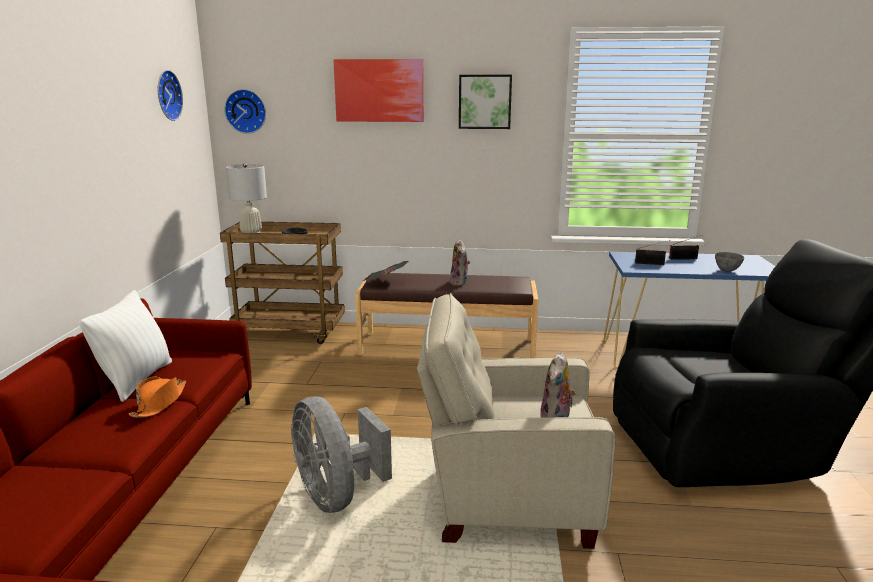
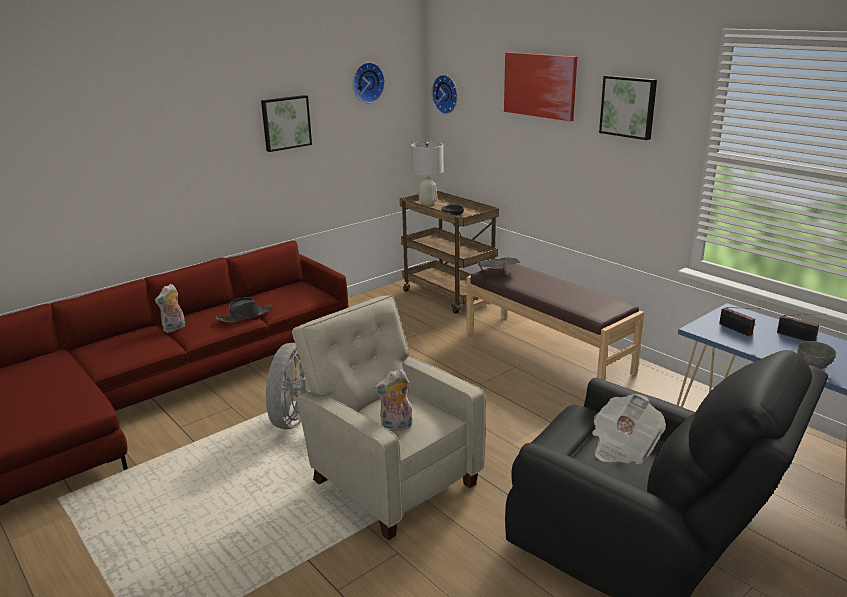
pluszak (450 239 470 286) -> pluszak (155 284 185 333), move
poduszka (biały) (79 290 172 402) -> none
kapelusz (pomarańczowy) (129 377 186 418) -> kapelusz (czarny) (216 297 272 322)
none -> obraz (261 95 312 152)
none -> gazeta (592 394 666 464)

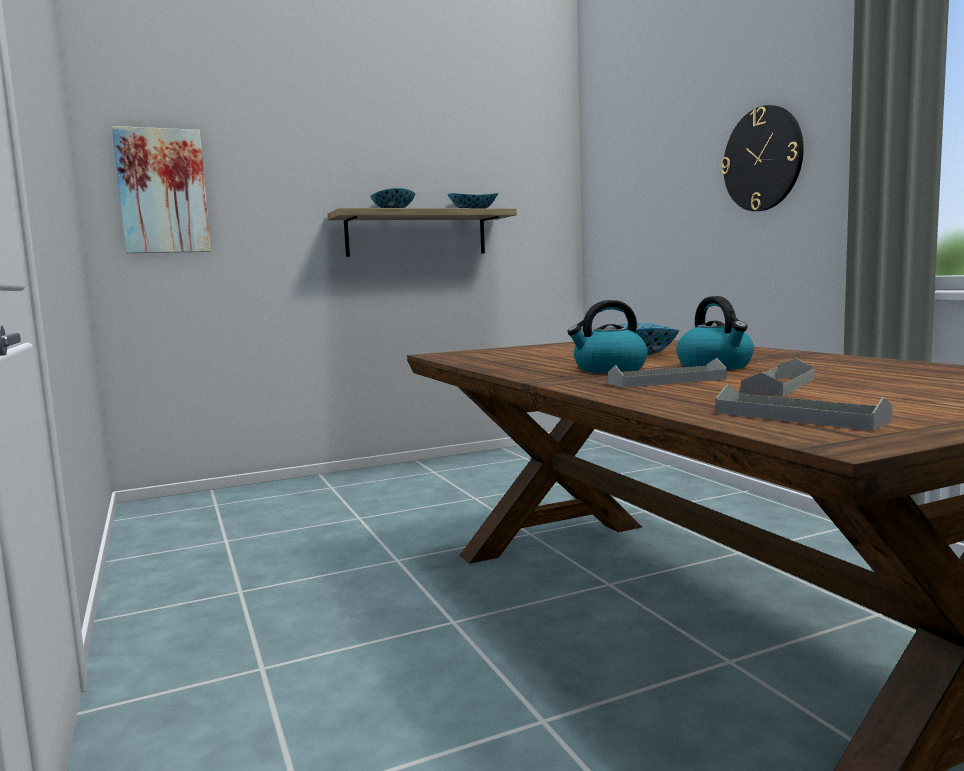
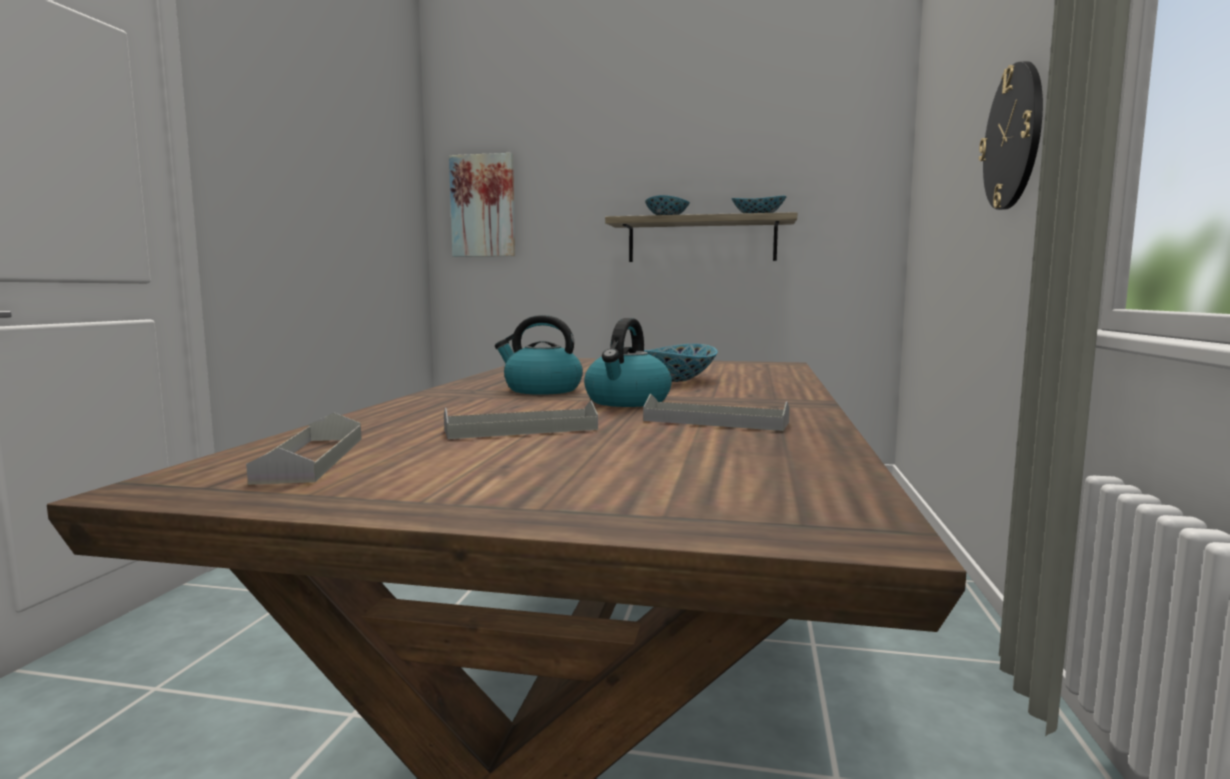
taca (szary) (608 358 727 388) -> taca (szary) (643 394 790 431), move

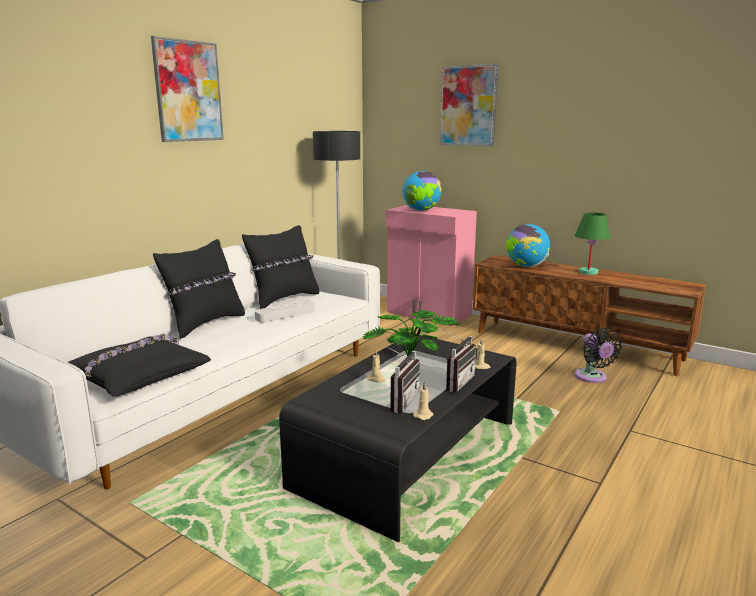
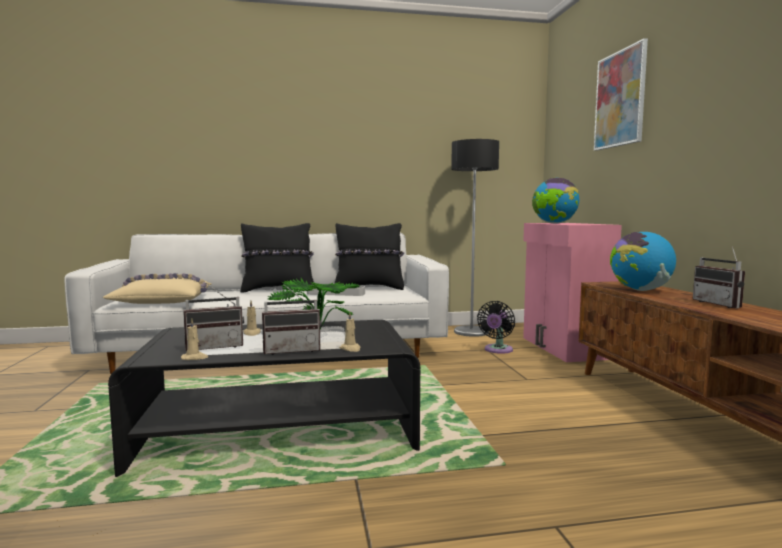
obraz (151 36 224 142) -> none
lampa stołowa (zielony) (575 212 611 275) -> radio (693 246 745 308)
wentylator (czarny) (575 328 622 383) -> wentylator (czarny) (477 301 515 354), move
poduszka (czarny) (68 334 211 397) -> poduszka (beżowy) (103 273 212 304)

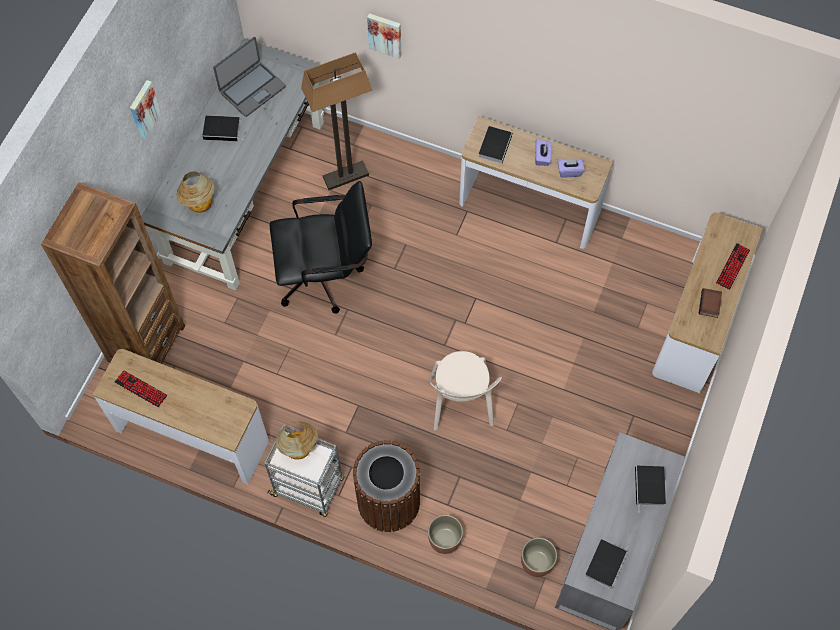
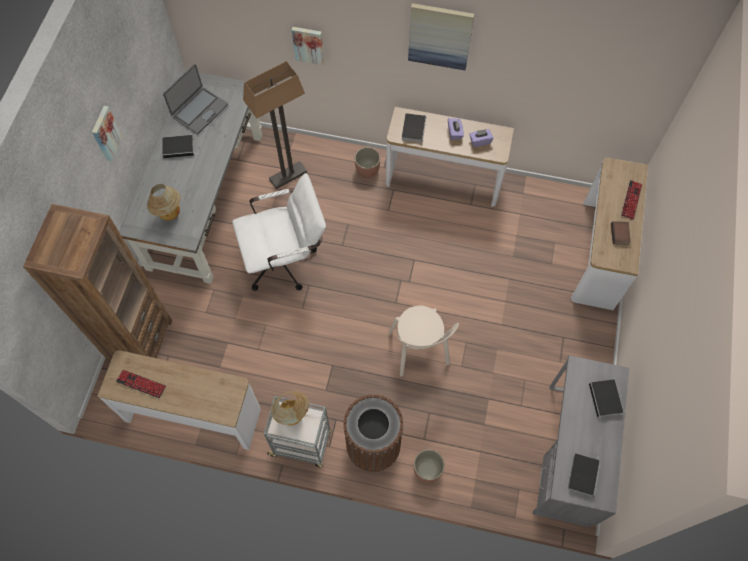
krzesło biurowe (czarny) (270 181 372 313) -> krzesło biurowe (biały) (232 173 326 291)
donica (521 538 557 577) -> donica (354 147 380 178), move
none -> obraz (408 3 474 70)

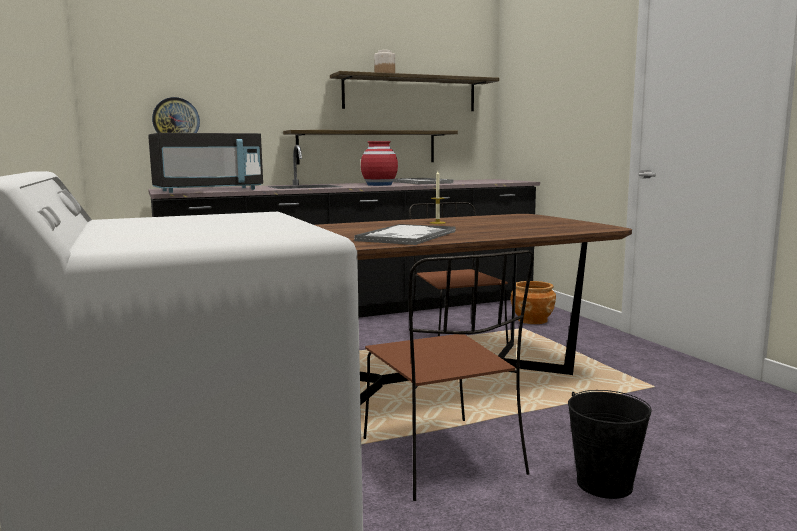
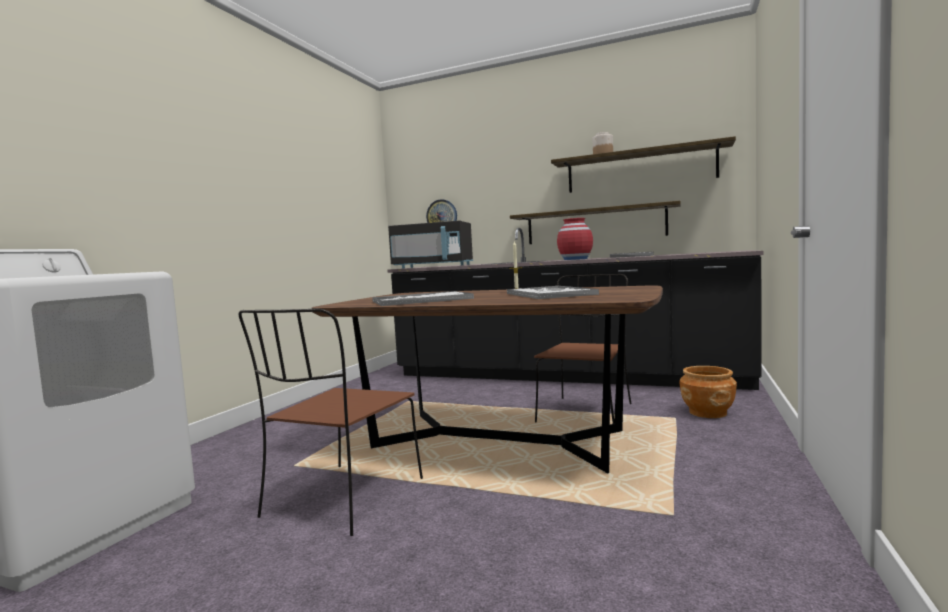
wiadro (czarny) (568 390 651 499) -> none
none -> taca (507 286 599 299)

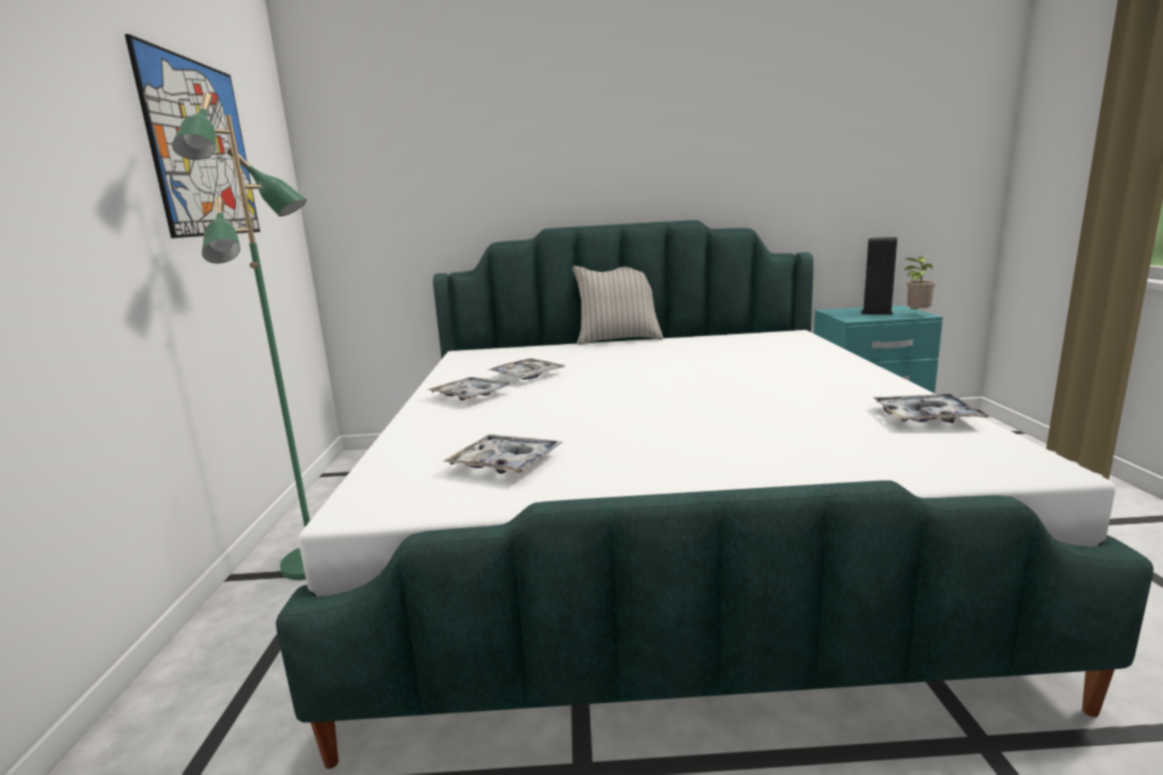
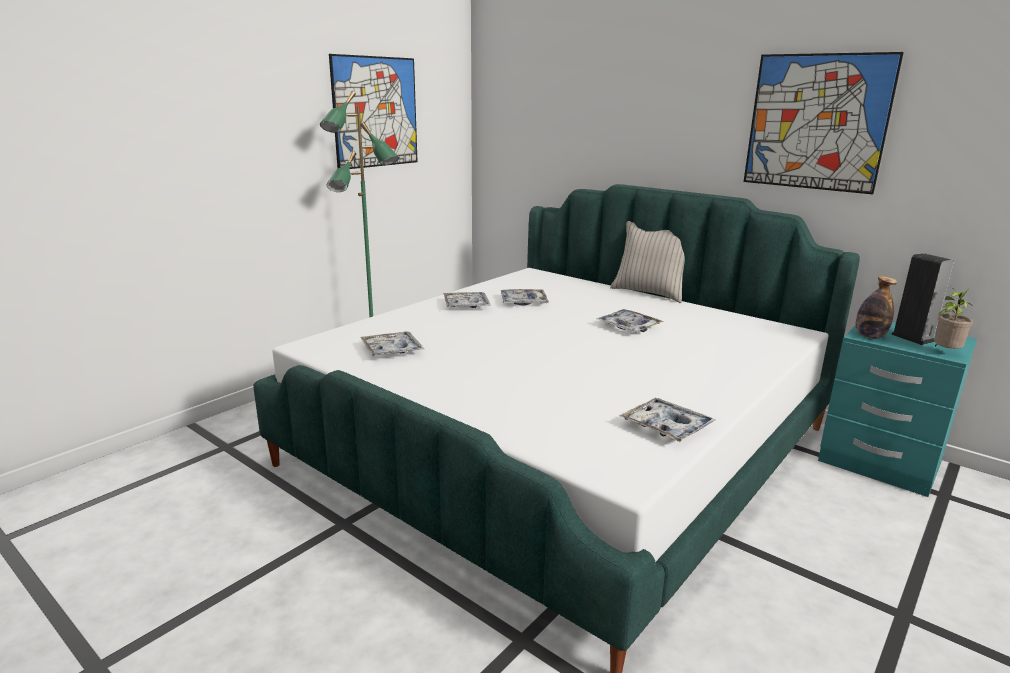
none -> obraz (744 52 904 194)
none -> butelka (856 276 898 339)
none -> taca (597 309 664 333)

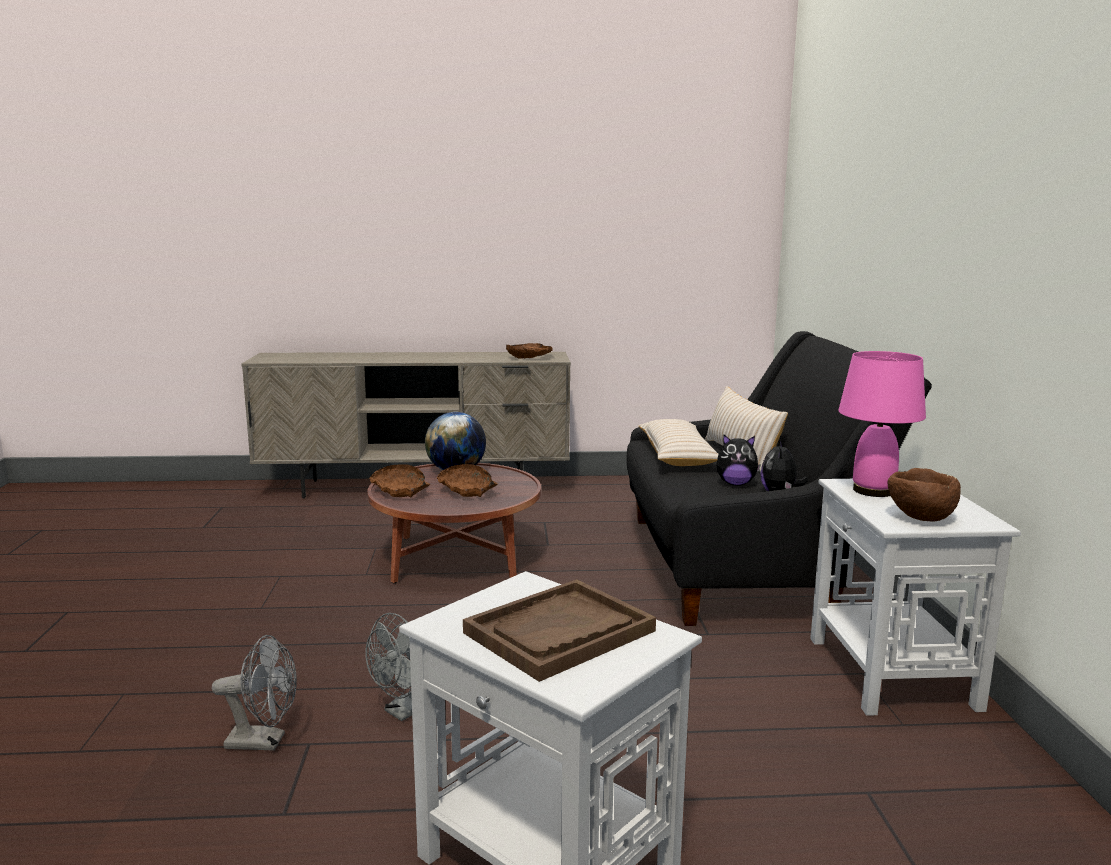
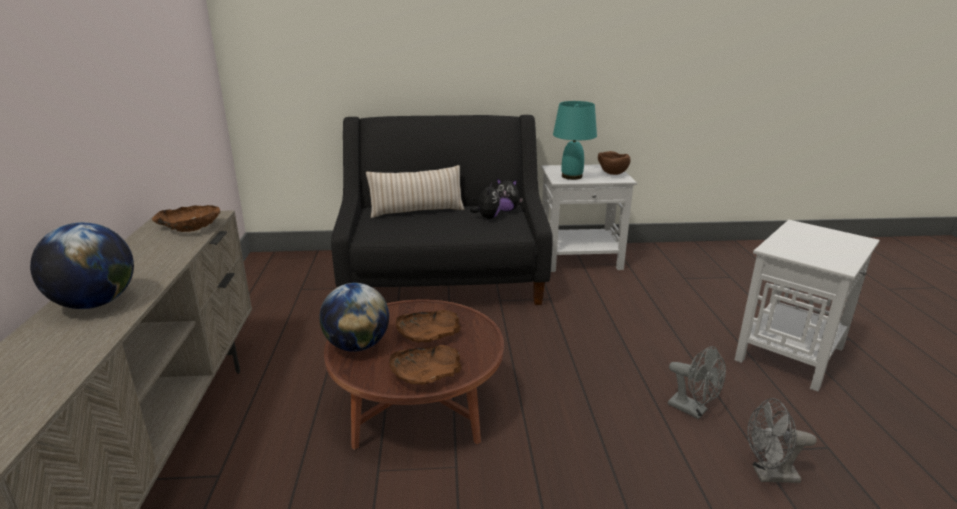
lampa stołowa (różowy) (838 351 926 497) -> lampa stołowa (turkusowy) (553 101 597 180)
poduszka (beżowy) (638 419 719 466) -> none
taca (brązowy) (463 579 656 682) -> none
wentylator (szary) (212 635 297 751) -> wentylator (szary) (747 398 816 483), 90 degrees counterclockwise
none -> globus (30 222 134 309)

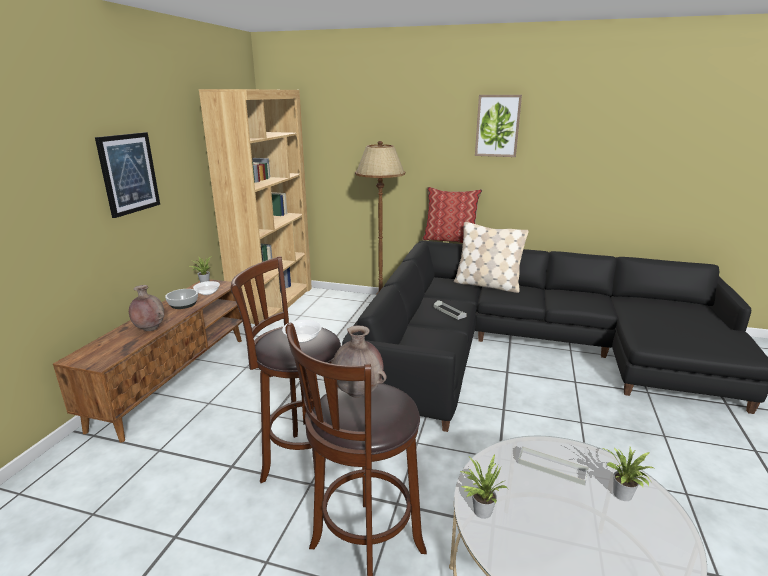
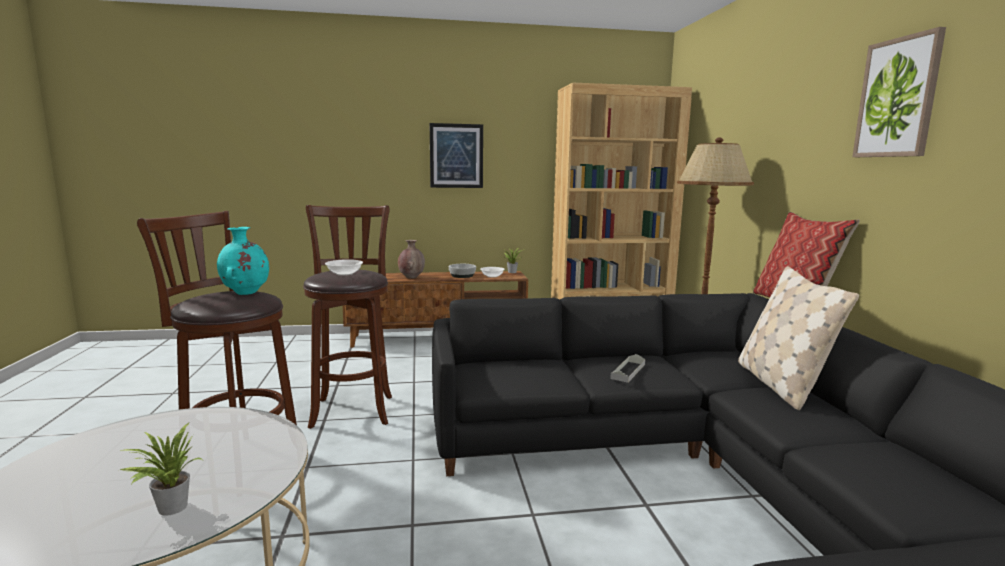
wazon (brązowy) (331 325 387 398) -> wazon (turkusowy) (217 227 269 295)
taca (szary) (518 446 589 486) -> none
roślina doniczkowa (460 454 507 519) -> none

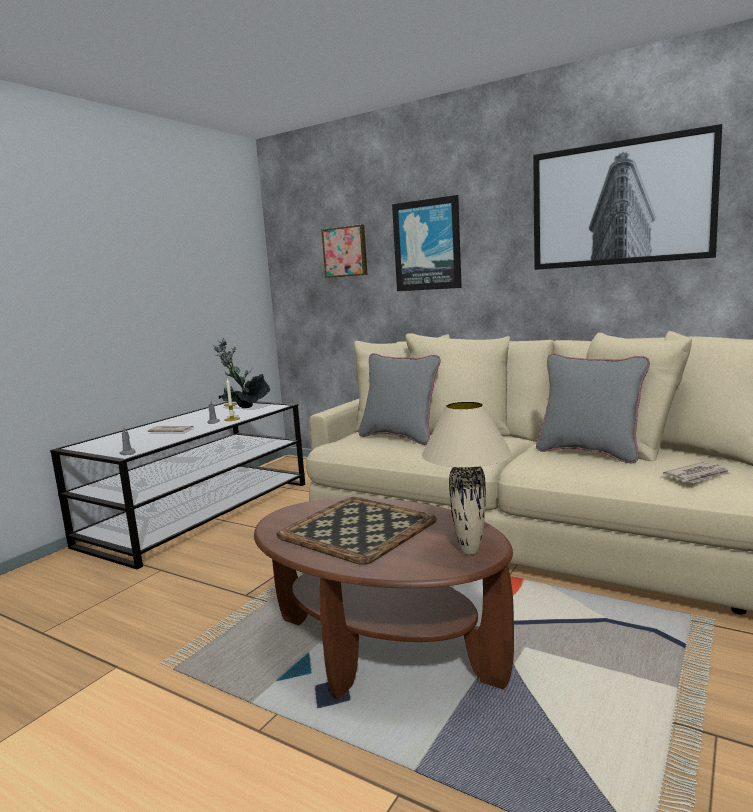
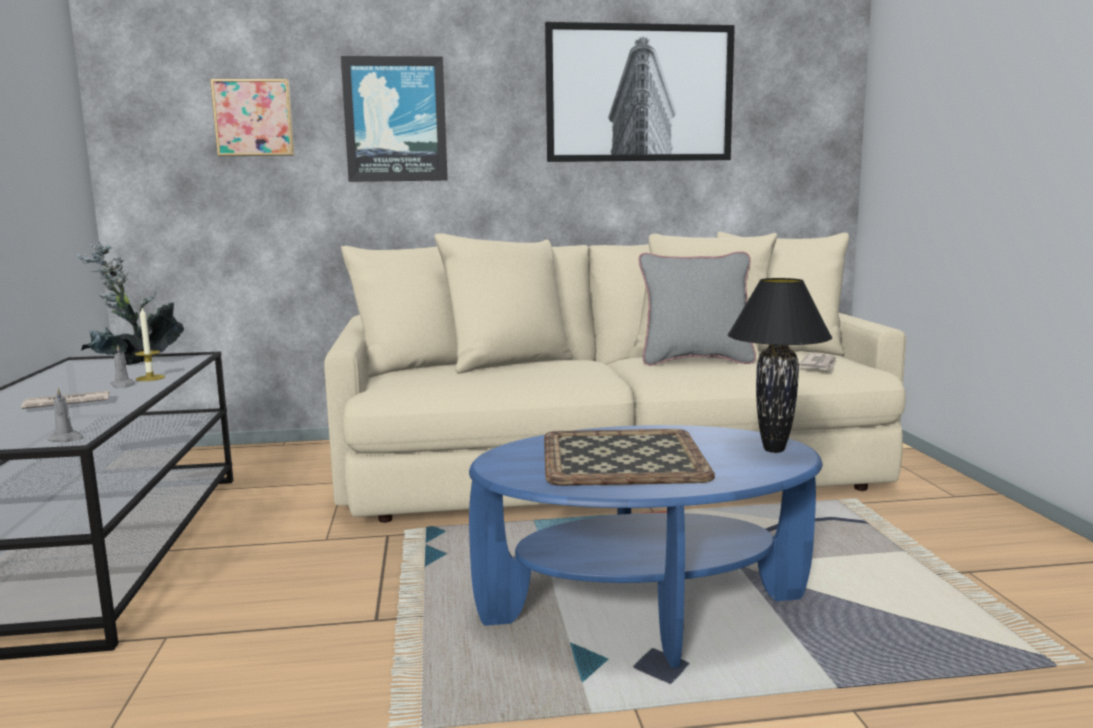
poduszka (szary) (359 353 441 445) -> none
lampa stołowa (beżowy) (421 401 512 555) -> lampa stołowa (czarny) (727 278 832 453)
ława (brązowy) (254 498 514 700) -> ława (niebieski) (469 425 823 668)

